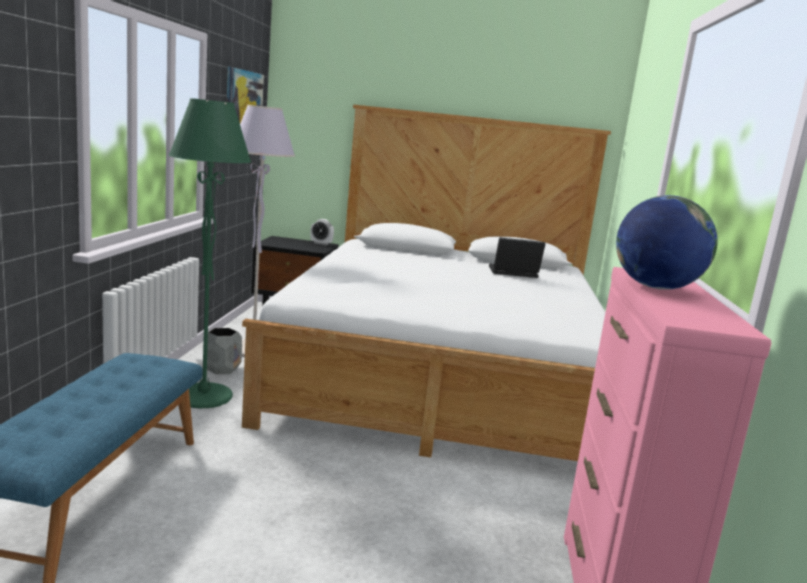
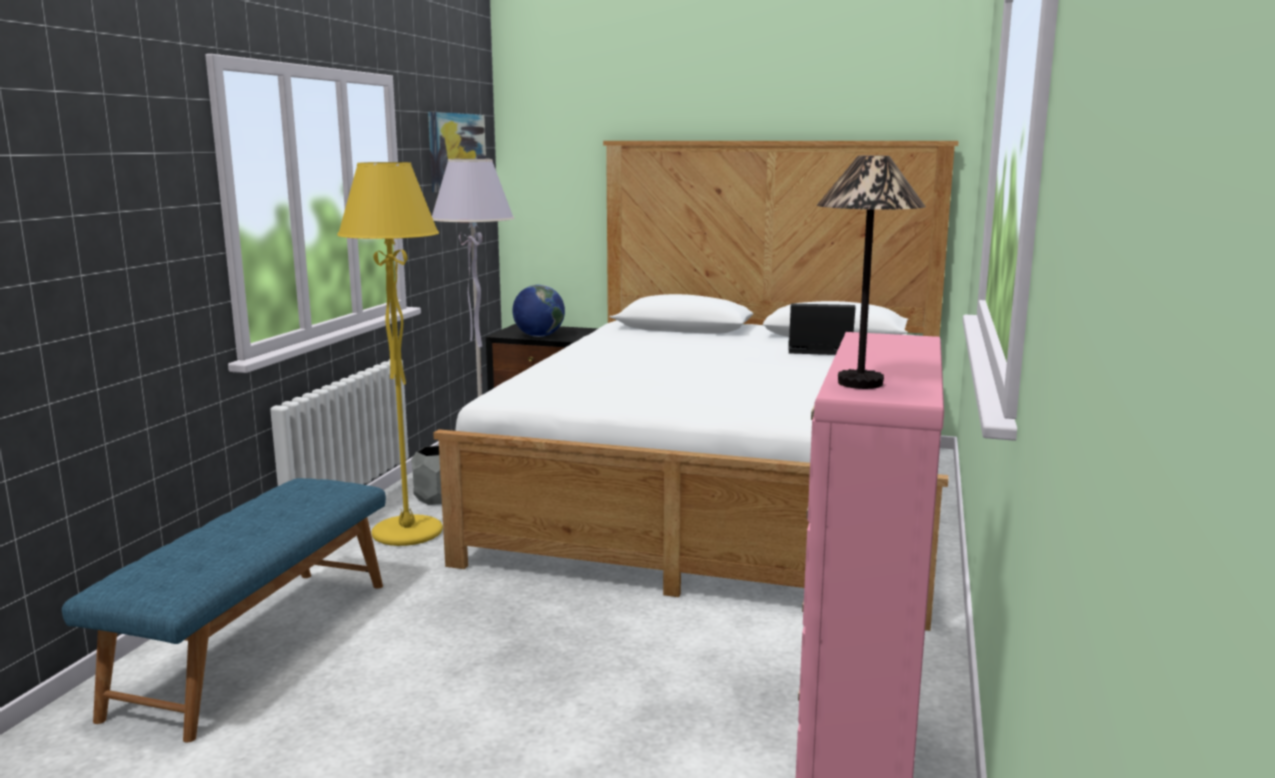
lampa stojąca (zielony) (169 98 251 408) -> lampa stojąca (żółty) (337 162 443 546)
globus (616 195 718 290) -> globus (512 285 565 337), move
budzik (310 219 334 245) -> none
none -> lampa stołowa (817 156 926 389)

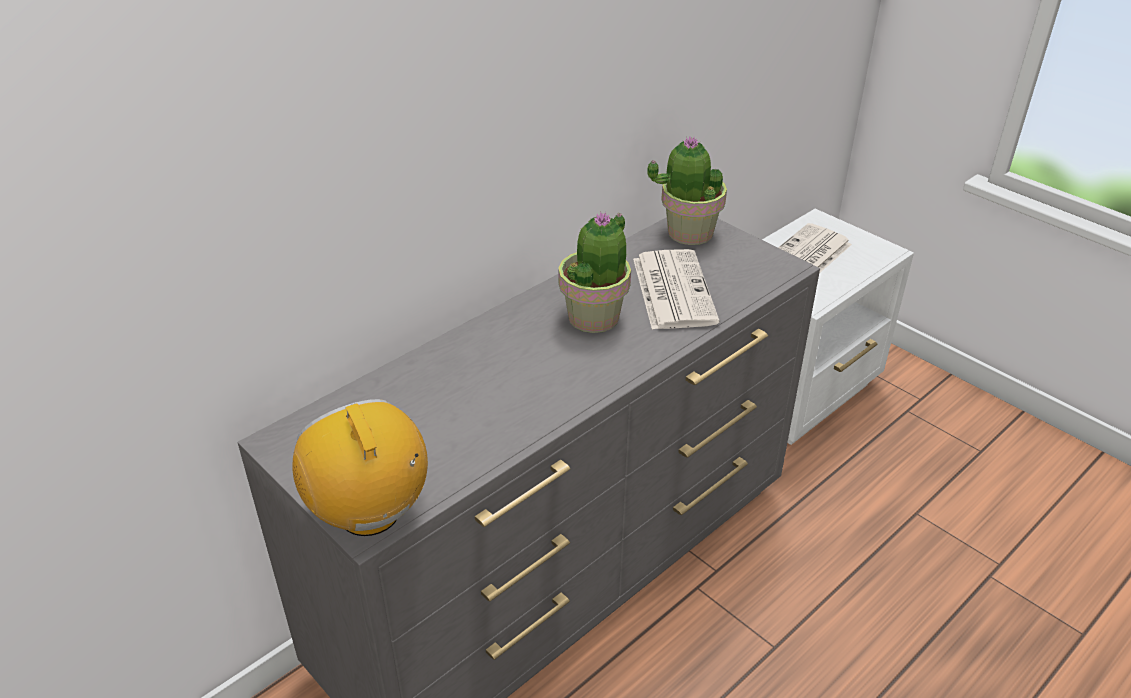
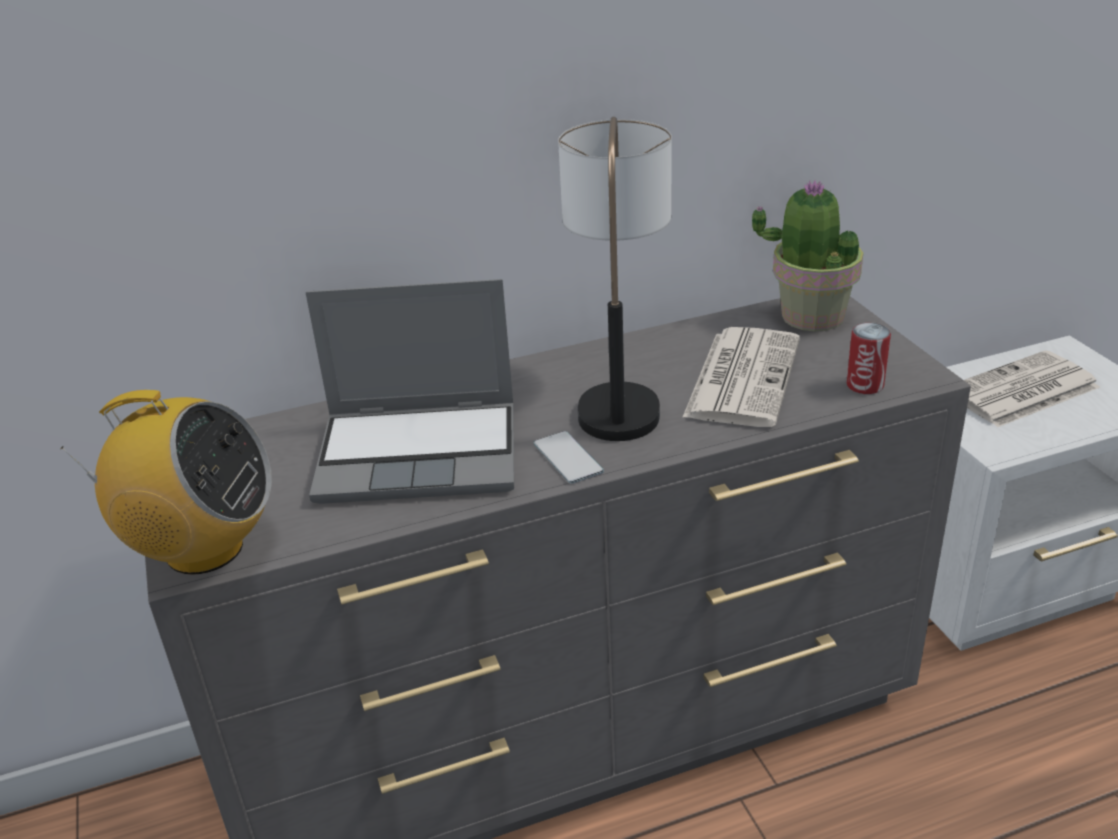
roślina doniczkowa (558 212 631 333) -> lampa stołowa (558 117 672 441)
radio (292 399 428 536) -> radio (60 390 272 575), 105 degrees clockwise
none -> laptop (305 279 514 504)
none -> puszka (846 323 891 394)
none -> telefon (533 431 604 484)

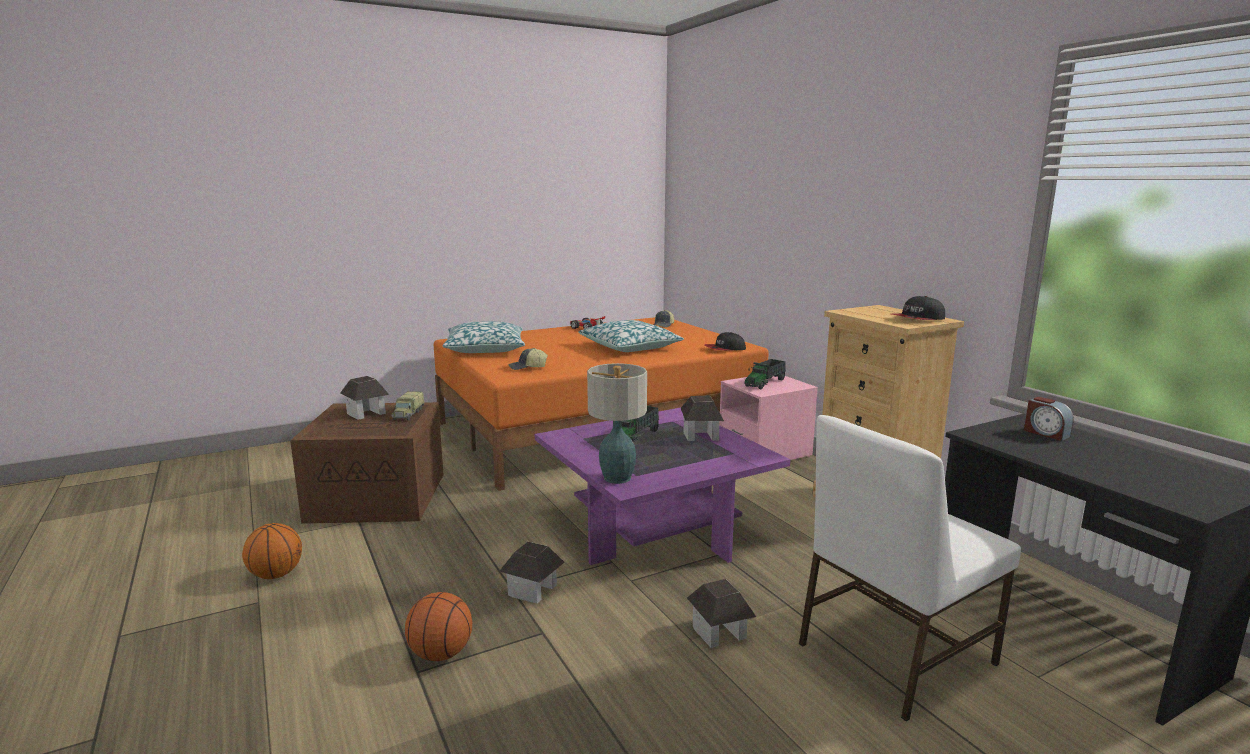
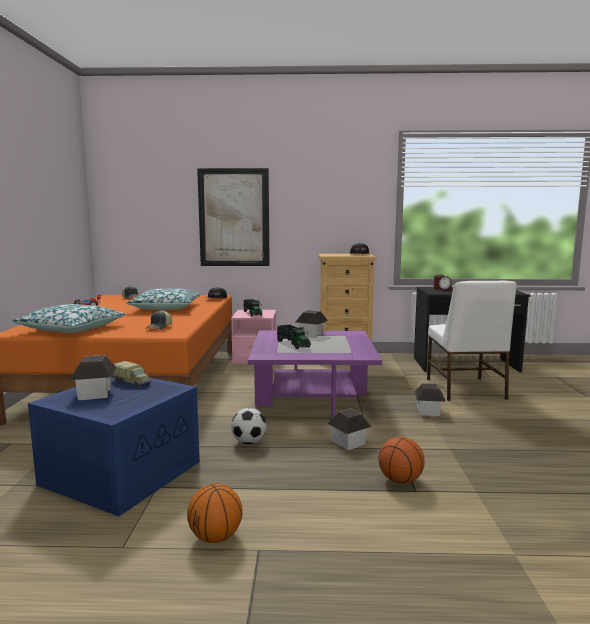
lampa stołowa (587 363 647 484) -> none
pojemnik do przechowywania (brązowy) (290 402 444 524) -> pojemnik do przechowywania (niebieski) (28 377 200 516)
none -> obraz (197 168 270 266)
none -> piłka futbolowa (231 408 267 444)

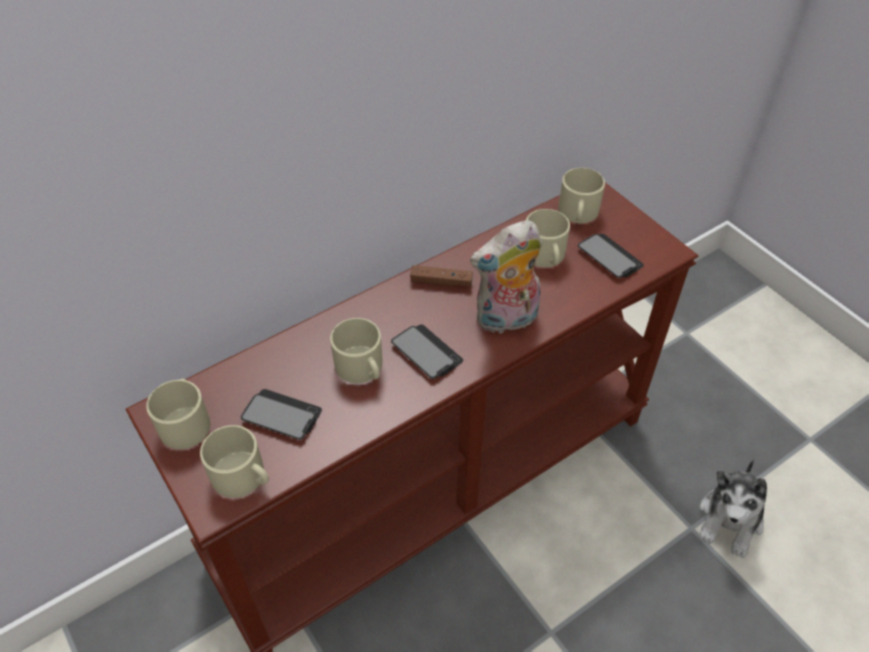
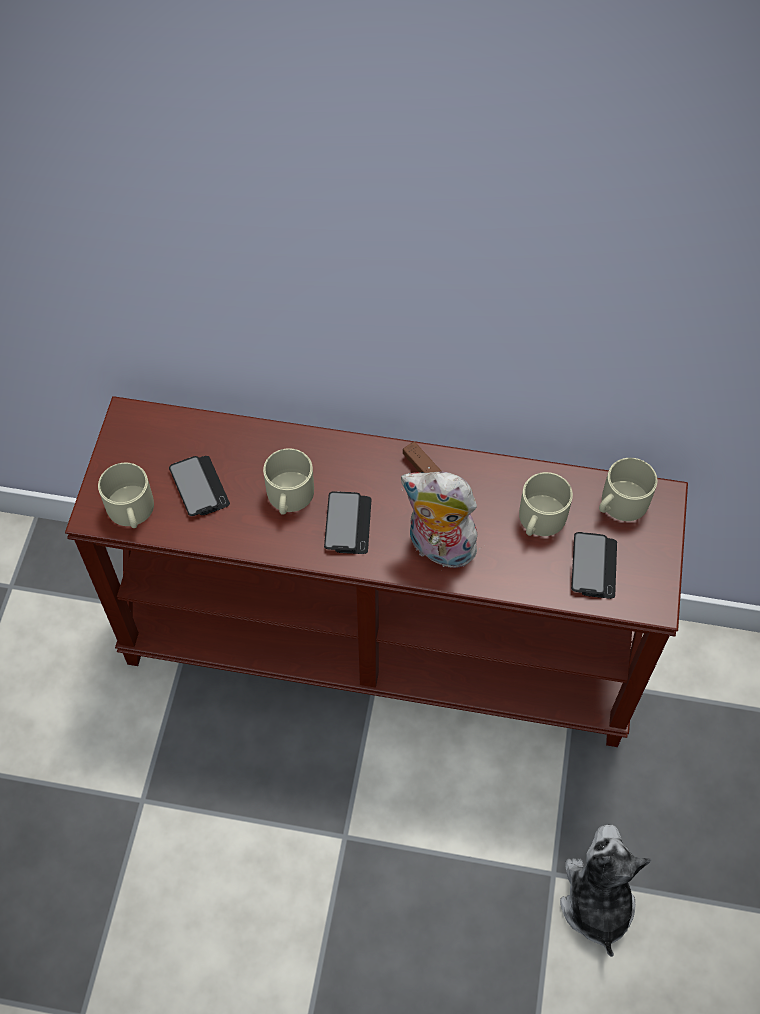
kubek (beżowy) (146 379 210 449) -> none
pluszak (699 459 767 558) -> pluszak (560 824 652 957), 105 degrees clockwise

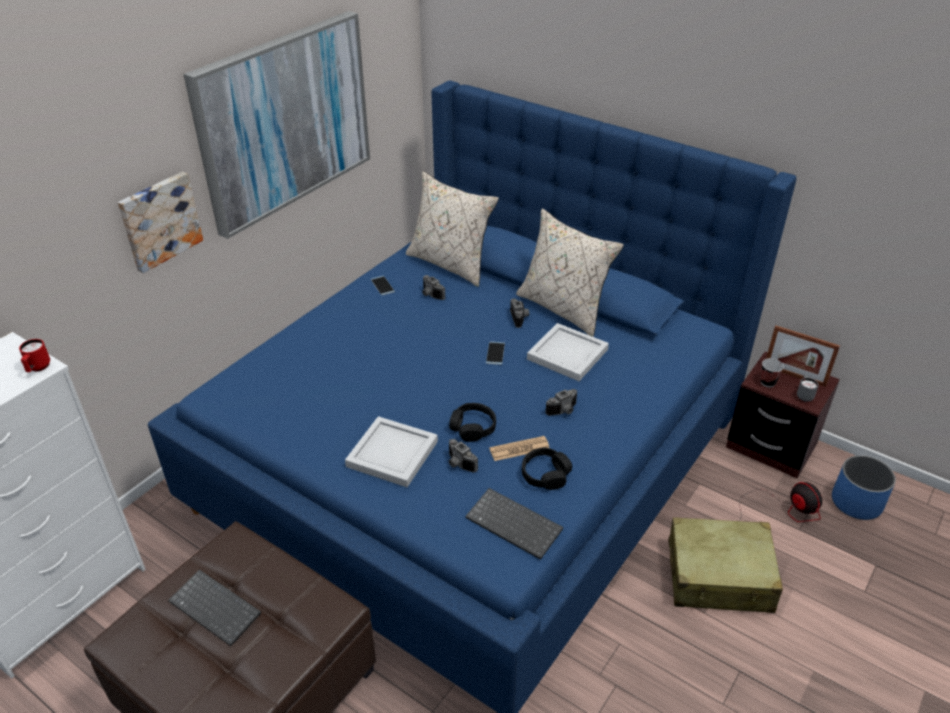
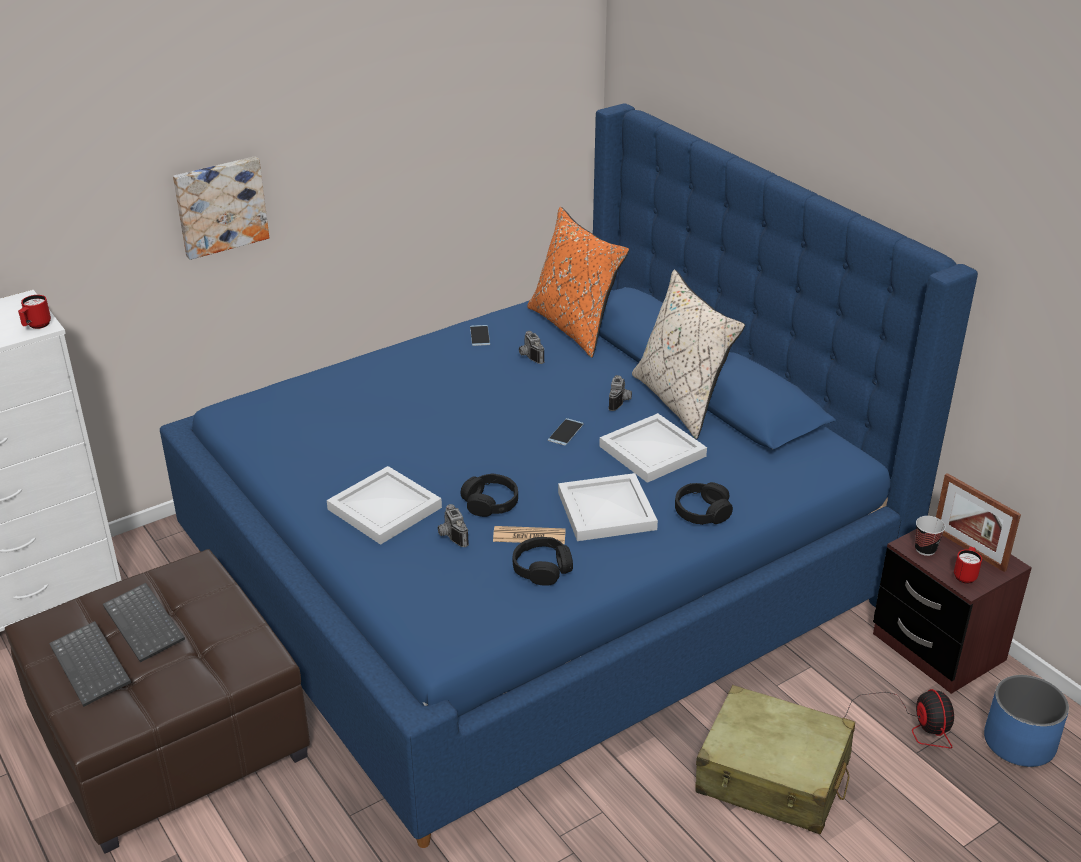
obraz (183 11 370 239) -> none
poduszka (beżowy) (406 171 499 287) -> poduszka (pomarańczowy) (527 207 629 358)
kubek (szary) (797 375 819 402) -> kubek (czerwony) (954 547 982 584)
aparat fotograficzny (545 389 577 416) -> taca (biały) (558 473 658 541)
klawiatura (465 488 563 560) -> klawiatura (49 621 132 707), move
none -> słuchawki (czarny) (675 482 733 525)

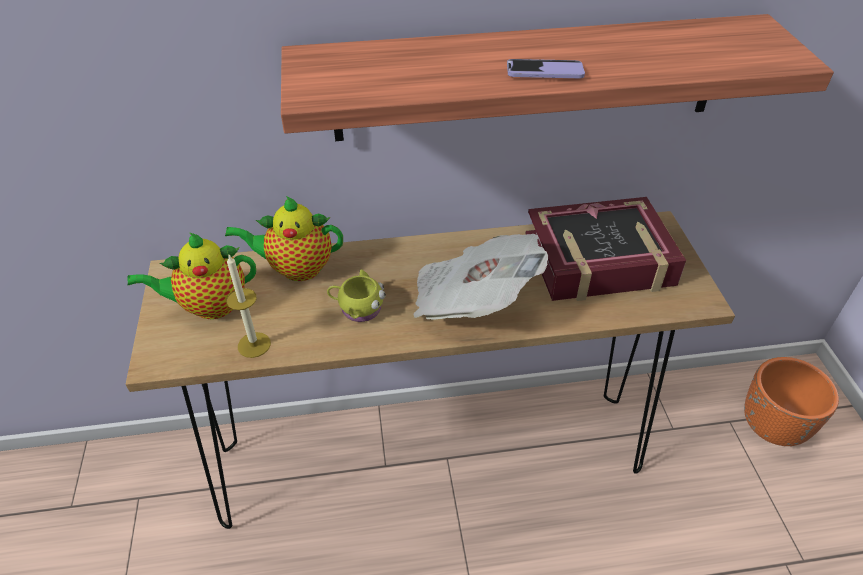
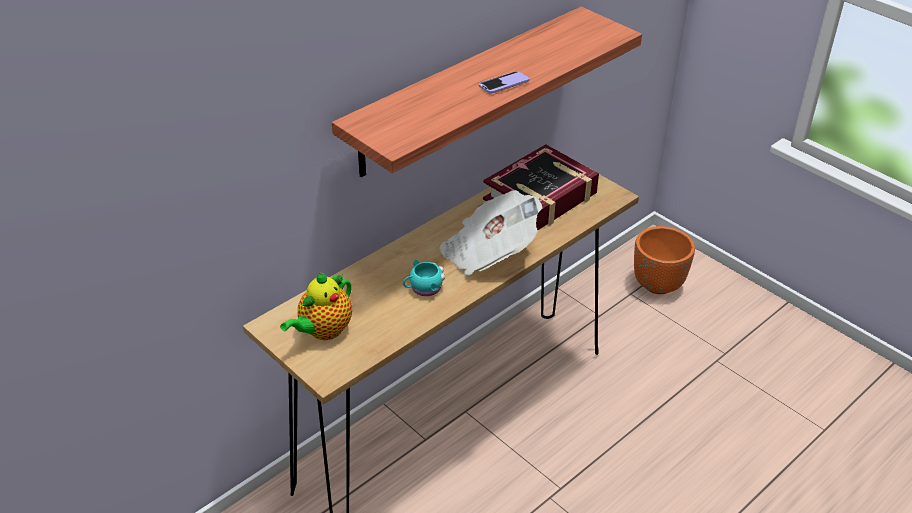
imbryk (225 196 343 281) -> none
świeca (226 255 271 358) -> none
kubek (żółty) (327 269 386 322) -> kubek (turkusowy) (403 260 445 296)

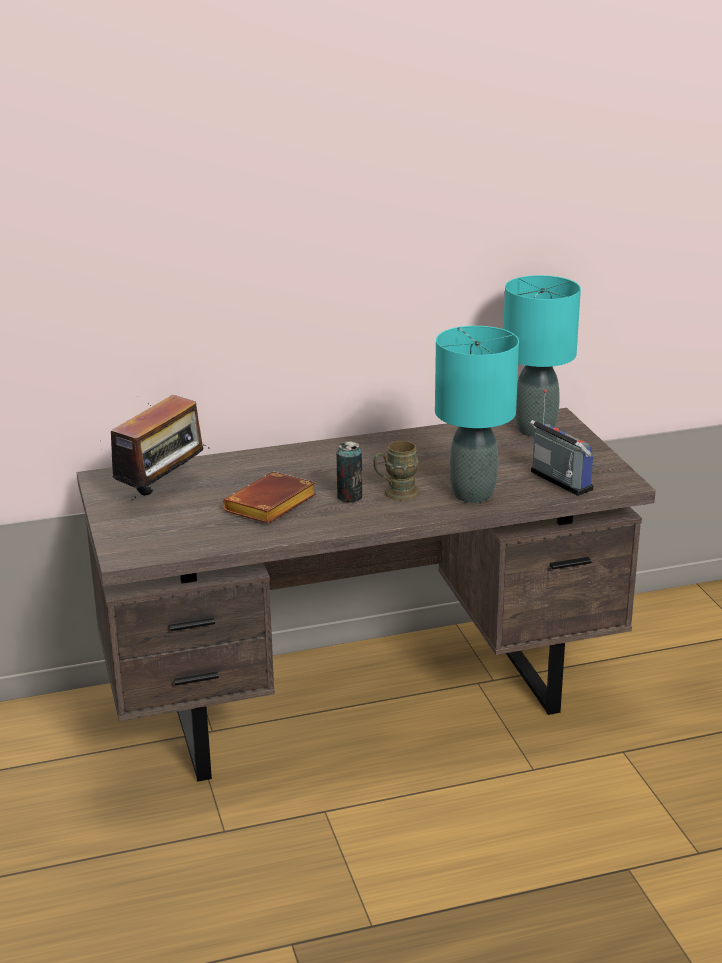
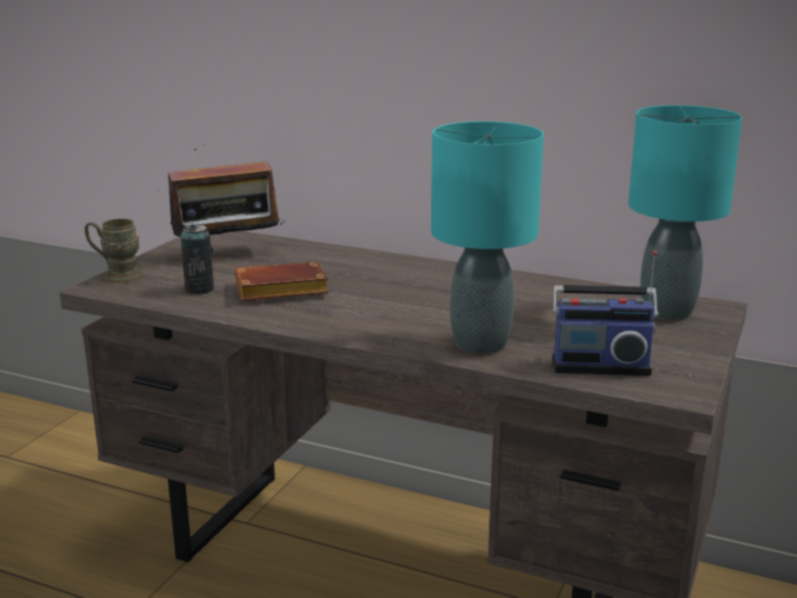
radio (530 390 594 496) -> radio (552 251 659 376), 90 degrees clockwise
puszka (336 441 362 503) -> puszka (181 224 214 294), move
kubek (brązowy) (373 441 419 500) -> kubek (brązowy) (85 219 144 283), move

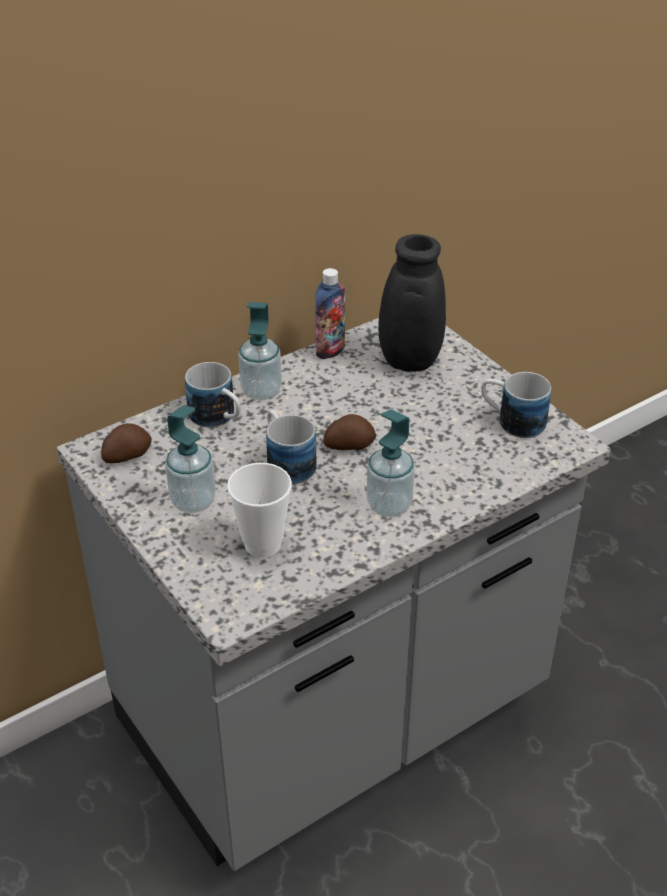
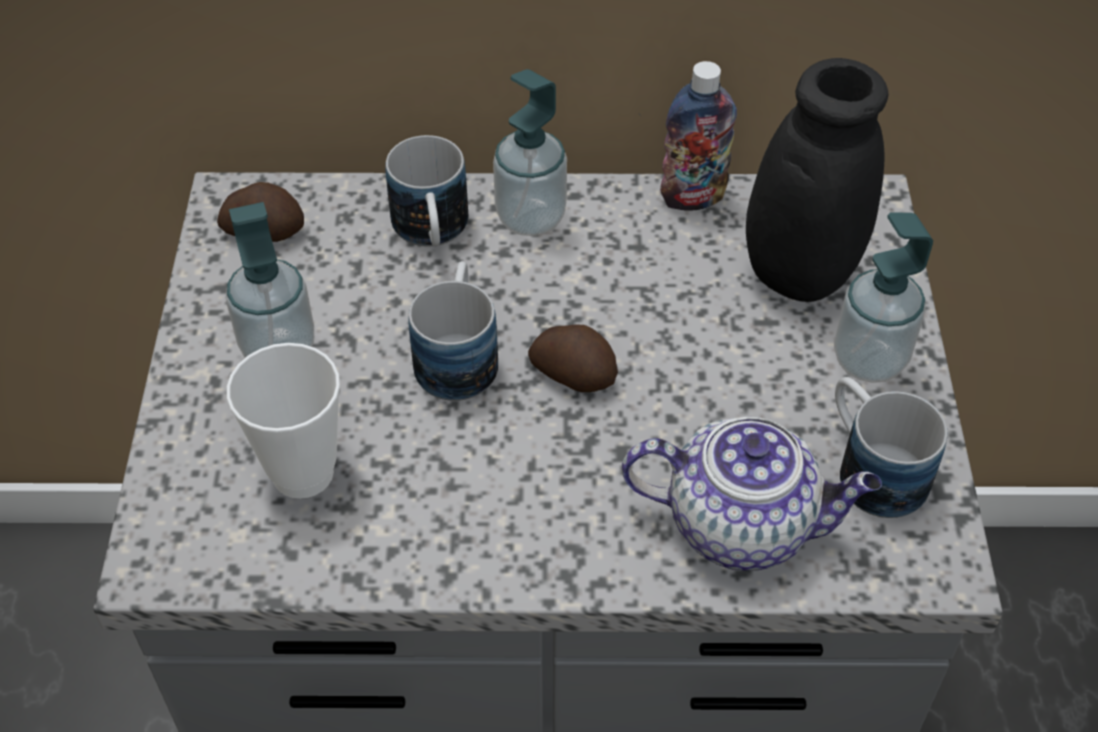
dozownik mydła (366 410 415 517) -> dozownik mydła (834 212 933 383), move
none -> imbryk (622 417 882 570)

